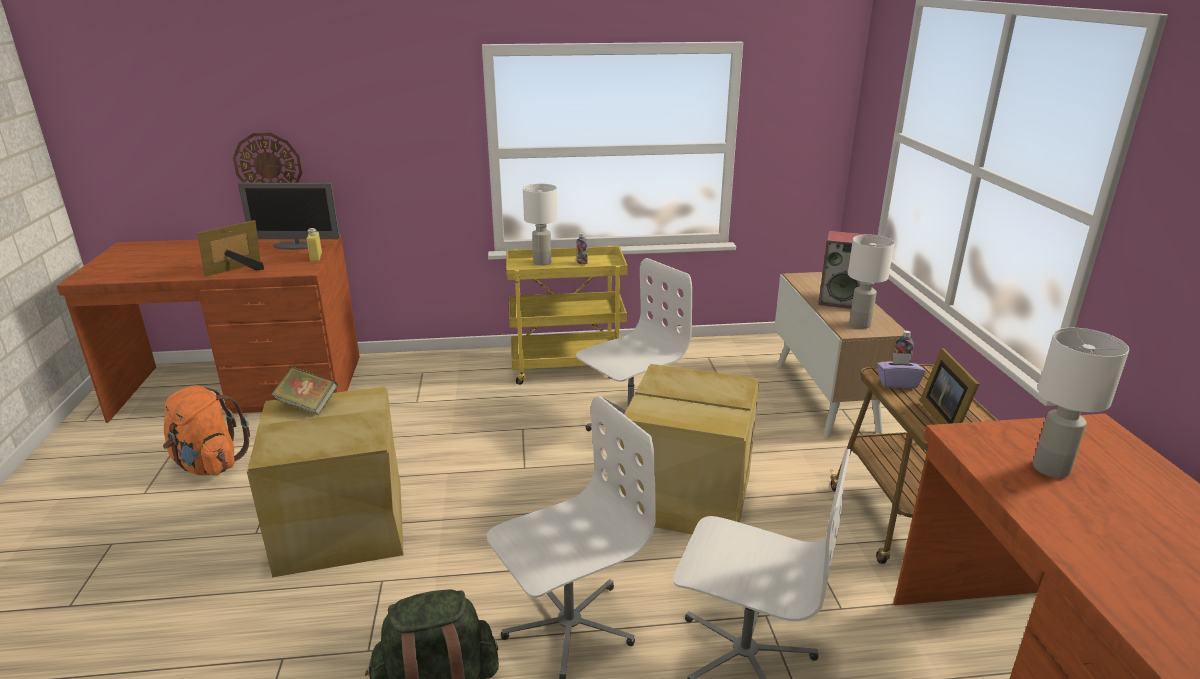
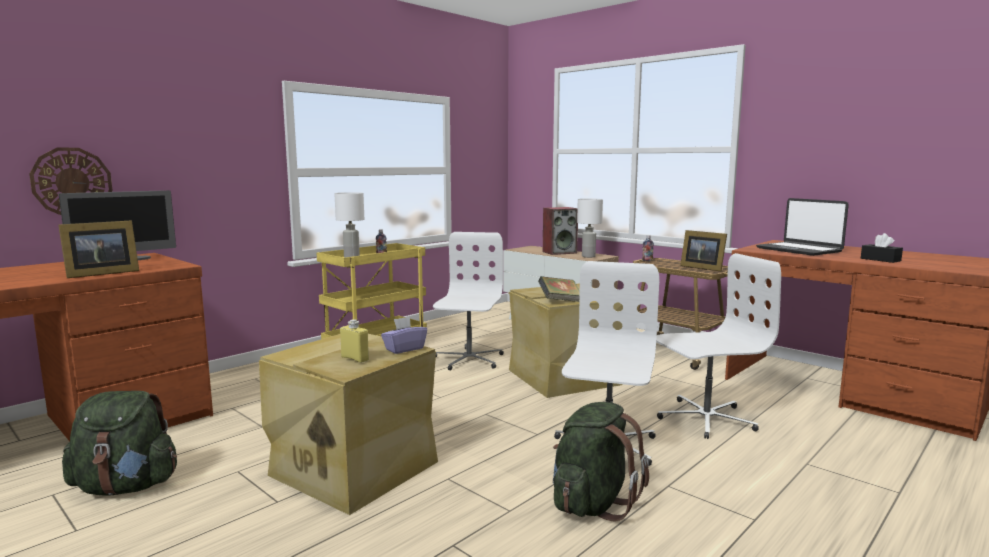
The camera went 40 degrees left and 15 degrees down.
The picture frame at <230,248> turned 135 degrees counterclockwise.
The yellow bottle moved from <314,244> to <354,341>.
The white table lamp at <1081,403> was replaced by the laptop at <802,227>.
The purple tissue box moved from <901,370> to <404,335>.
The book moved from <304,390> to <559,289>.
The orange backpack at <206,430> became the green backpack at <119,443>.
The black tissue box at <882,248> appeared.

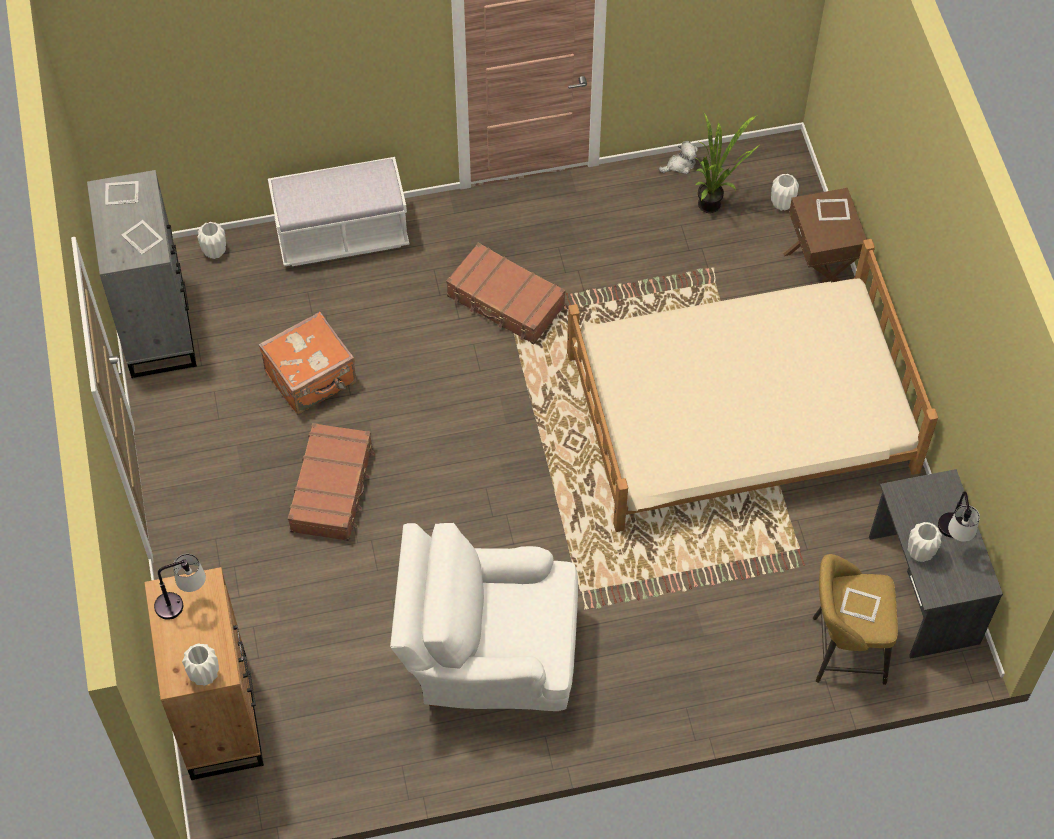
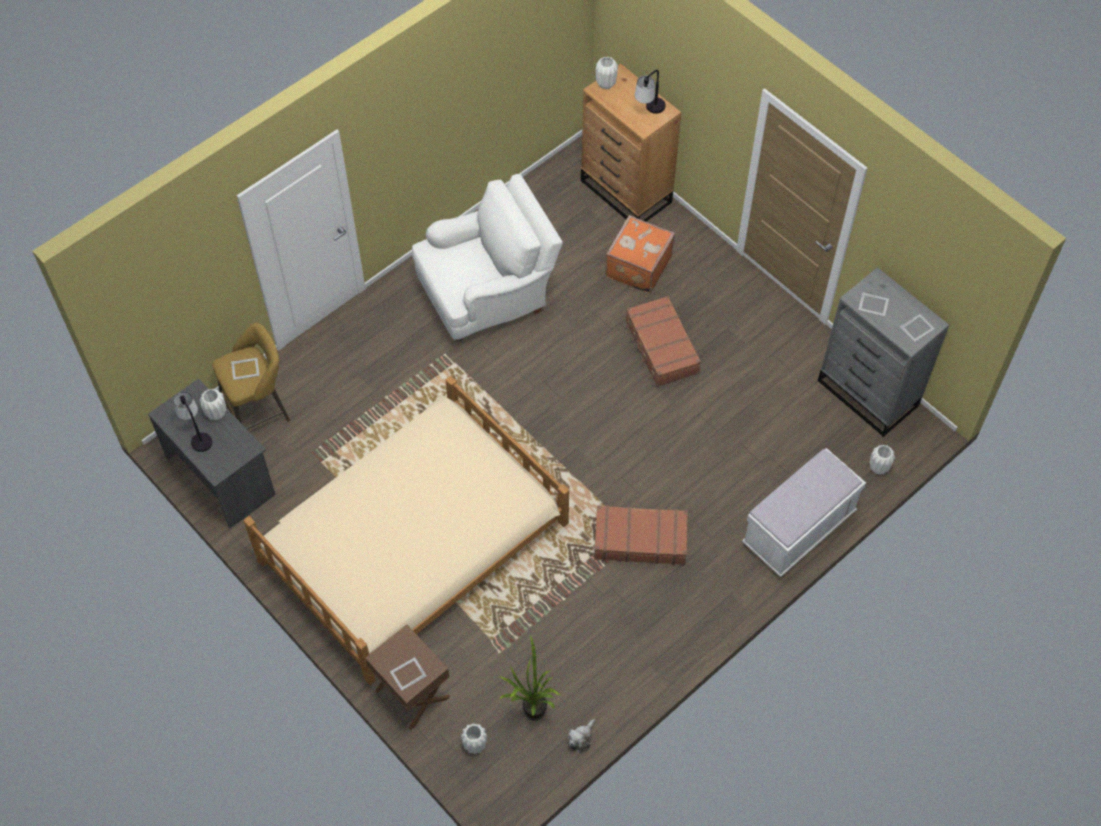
The camera went 150 degrees right and 0 degrees up.
The orange suitcase moved from <308,363> to <640,254>.

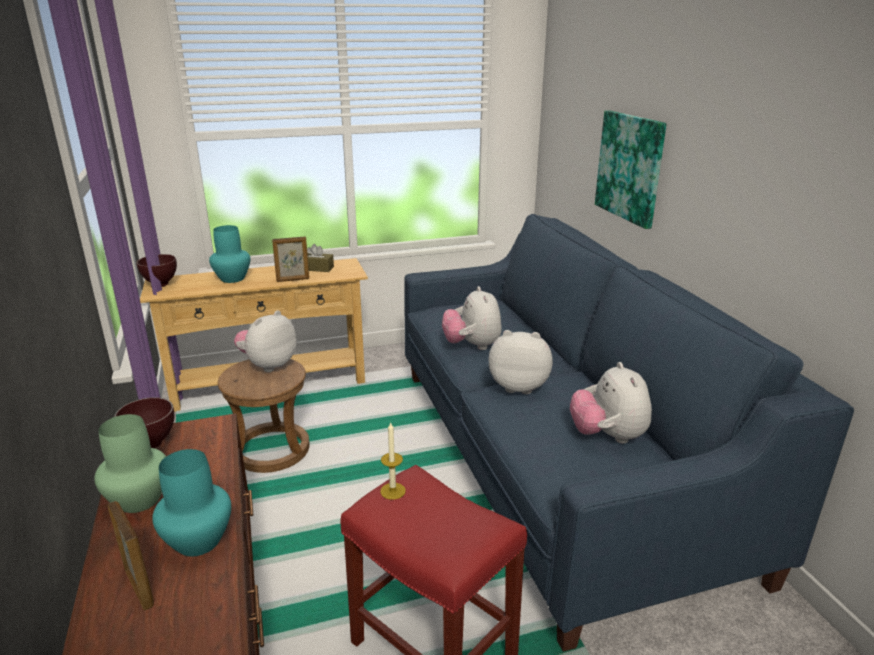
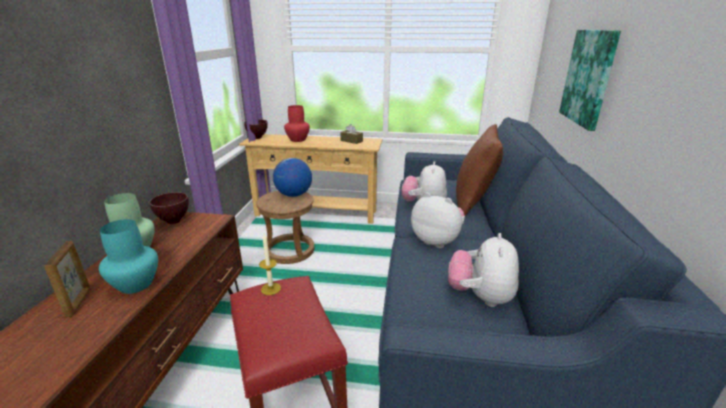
The camera went 25 degrees right and 0 degrees up.
The turquoise vase at <229,254> became the red vase at <297,123>.
The picture frame at <290,259> disappeared.
The plush toy at <265,341> was replaced by the globe at <292,177>.
The brown pillow at <479,170> appeared.

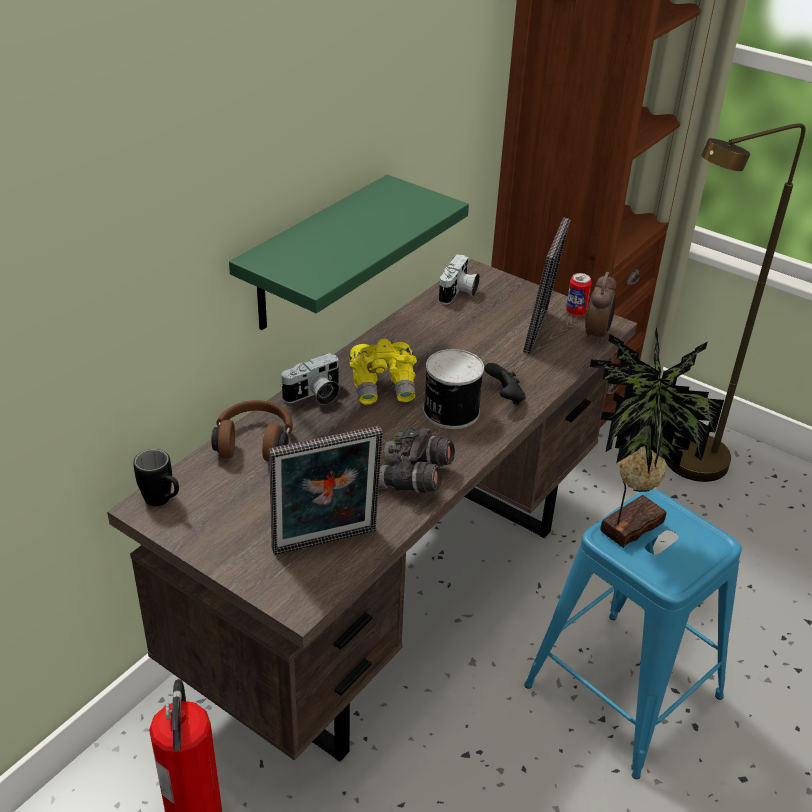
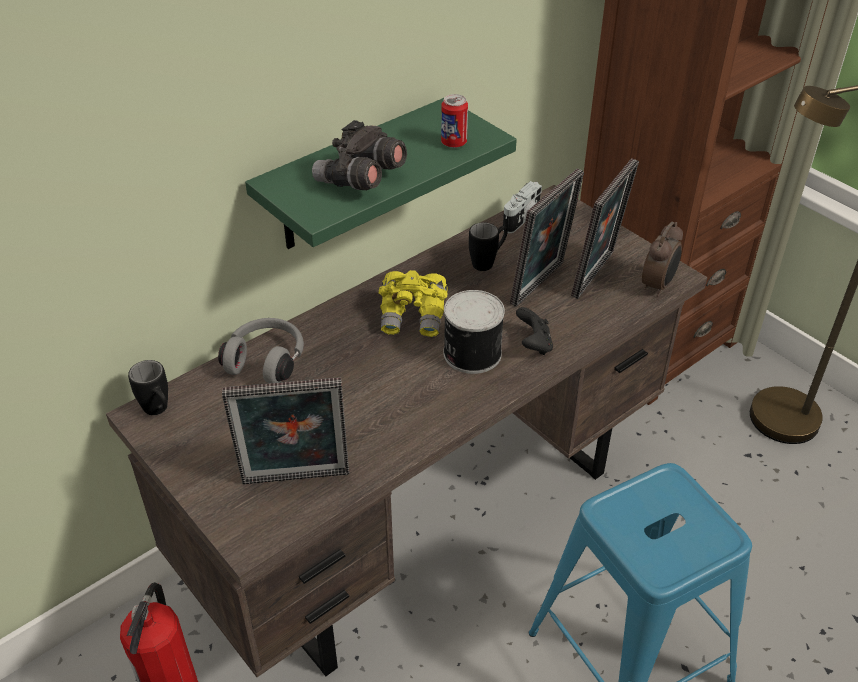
The camera went 15 degrees right and 5 degrees up.
The can moved from <579,294> to <454,121>.
The potted plant at <657,437> disappeared.
The photo camera at <310,379> disappeared.
The brown headphones at <252,430> became the grey headphones at <261,350>.
The grey binoculars moved from <417,459> to <359,155>.
The picture frame at <547,237> appeared.
The black mug at <488,246> appeared.

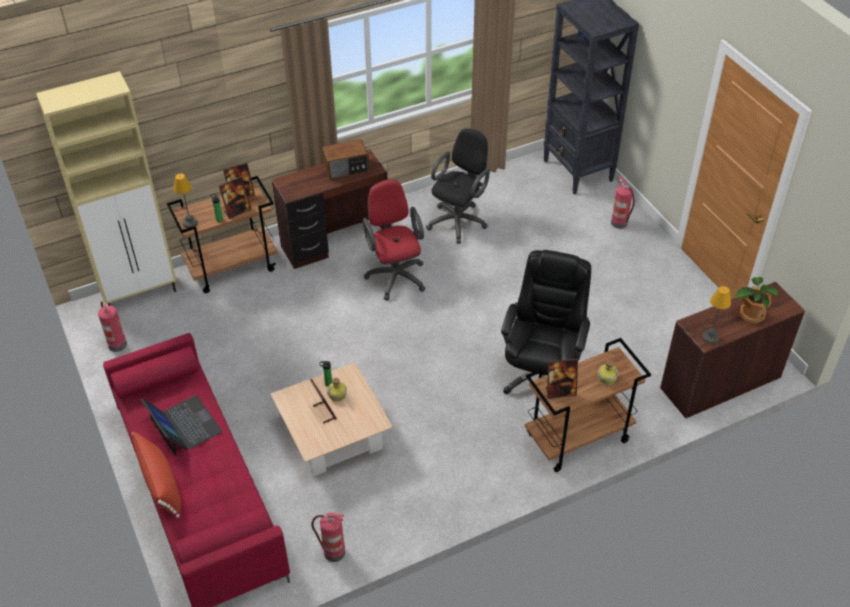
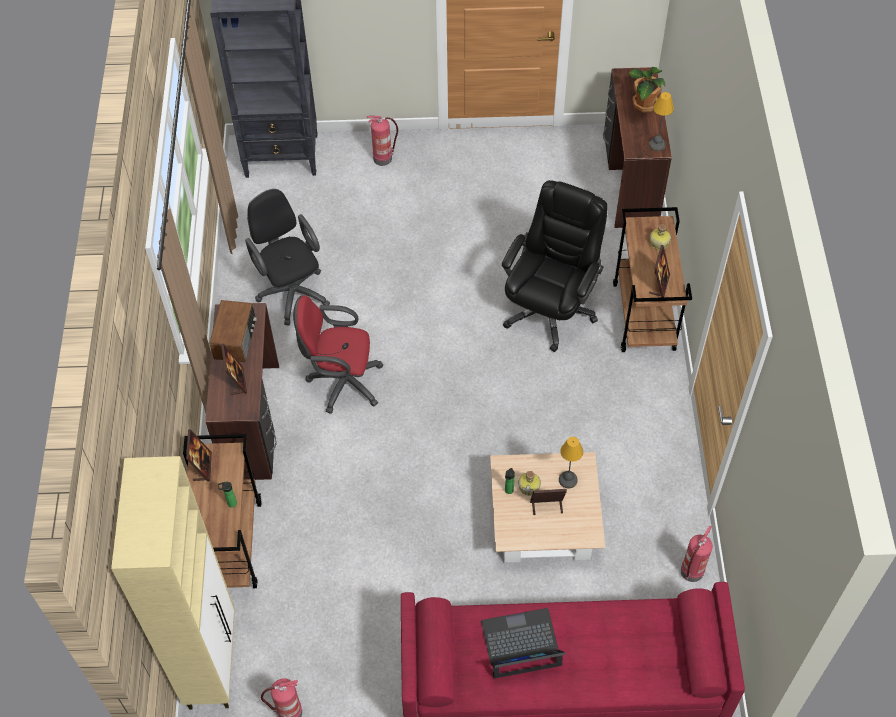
The camera went 65 degrees left and 10 degrees up.
The table lamp moved from <186,201> to <571,462>.
The picture frame moved from <235,197> to <234,369>.
The black office chair at <546,322> turned 75 degrees clockwise.
The red pillow at <156,475> disappeared.

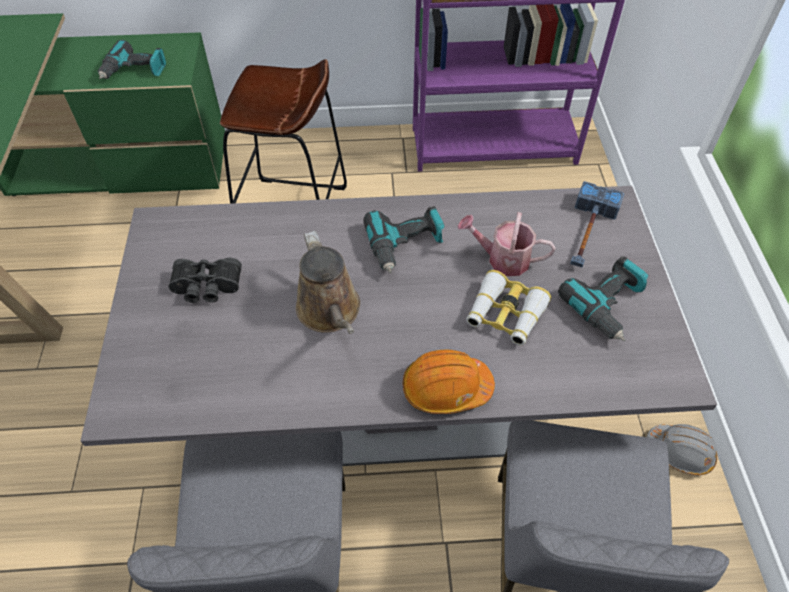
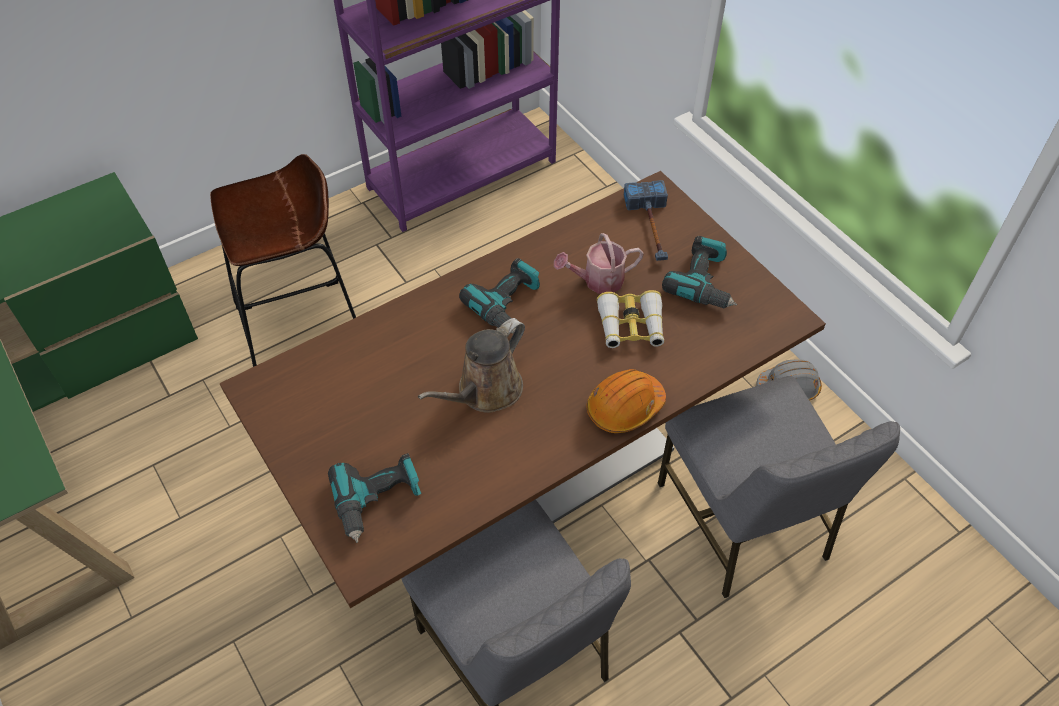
The camera went 30 degrees left and 0 degrees up.
The power drill moved from <132,59> to <375,498>.
The grey dining table at <399,326> became the brown dining table at <523,389>.
The brown watering can at <328,282> turned 90 degrees clockwise.
The black binoculars at <205,280> disappeared.

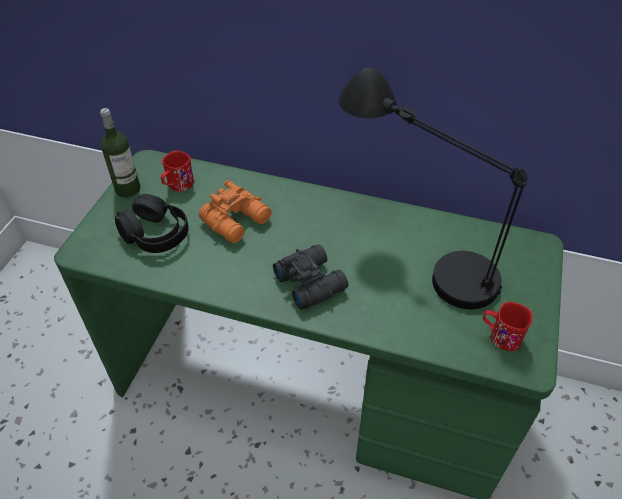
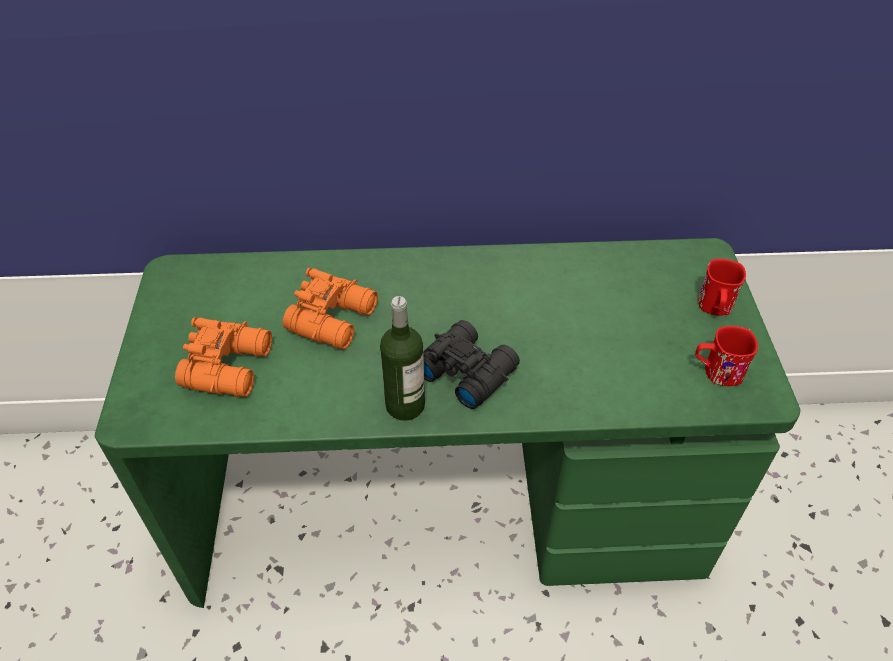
The camera went 20 degrees left and 0 degrees up.
The black table lamp at <433,188> disappeared.
The bottle moved from <120,153> to <402,358>.
The red mug moved from <177,171> to <722,287>.
The black headphones at <152,223> was replaced by the orange binoculars at <223,357>.

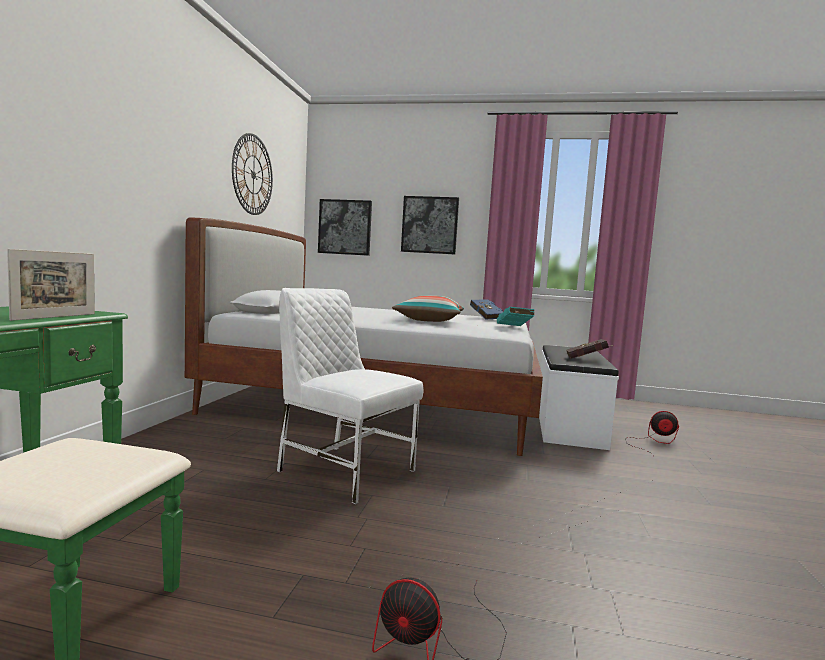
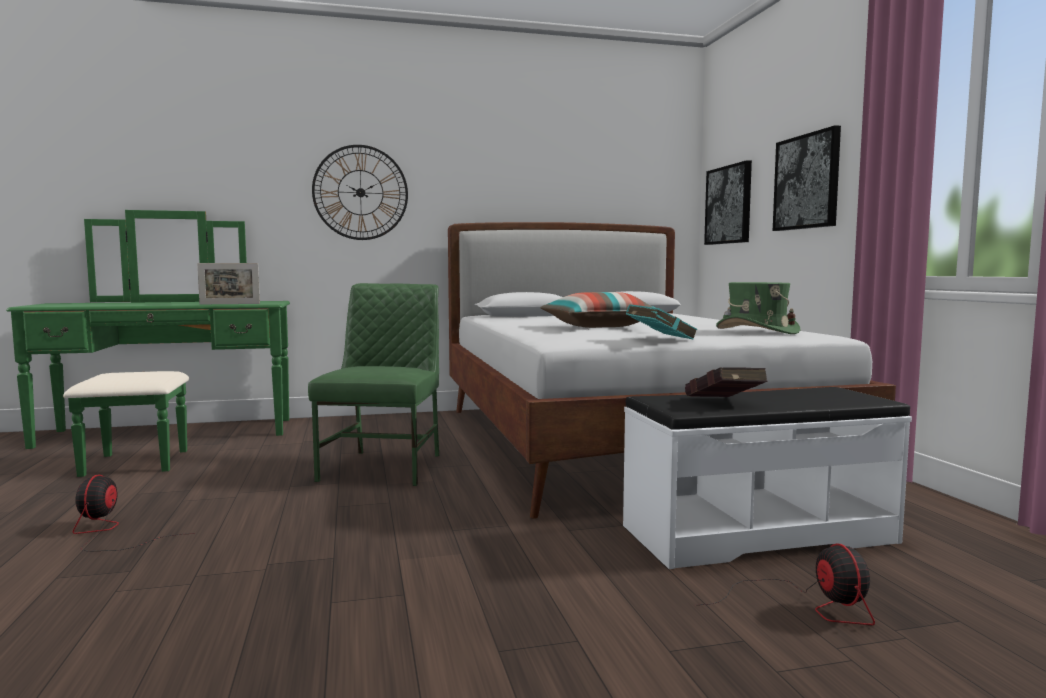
The camera went 65 degrees right and 0 degrees up.
The wall clock moved from <252,174> to <360,192>.
The white chair at <350,396> became the green chair at <373,384>.
The blue book at <486,309> was replaced by the green hat at <758,308>.

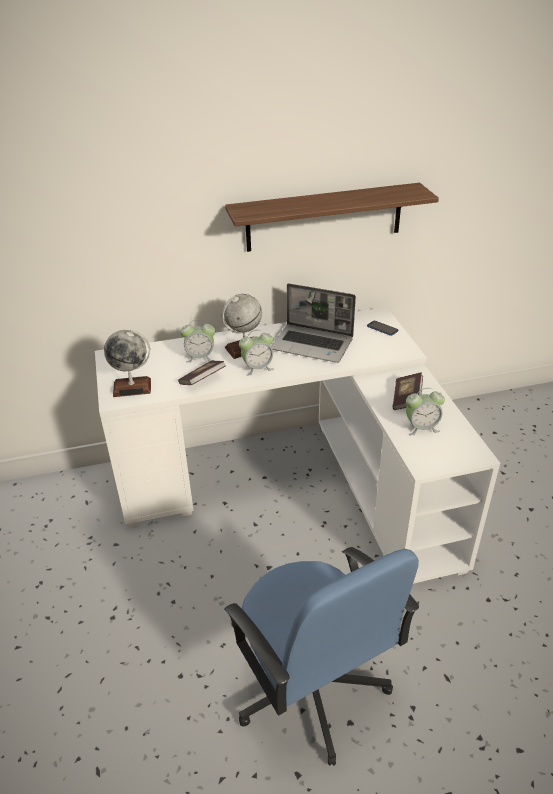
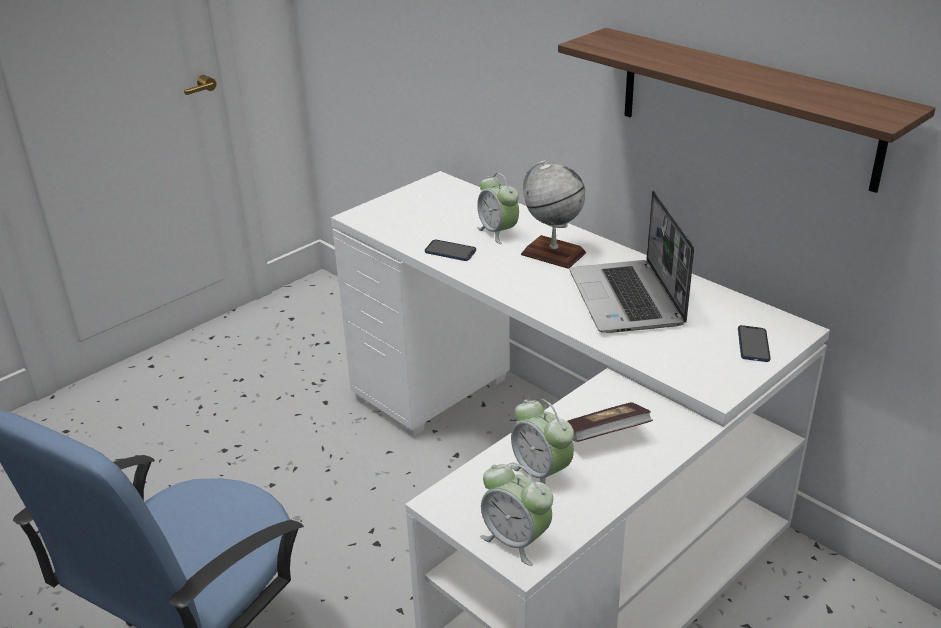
The camera went 60 degrees right and 5 degrees down.
The globe at <127,363> disappeared.
The alarm clock moved from <256,353> to <516,514>.
The book at <202,373> was replaced by the phone at <450,250>.

